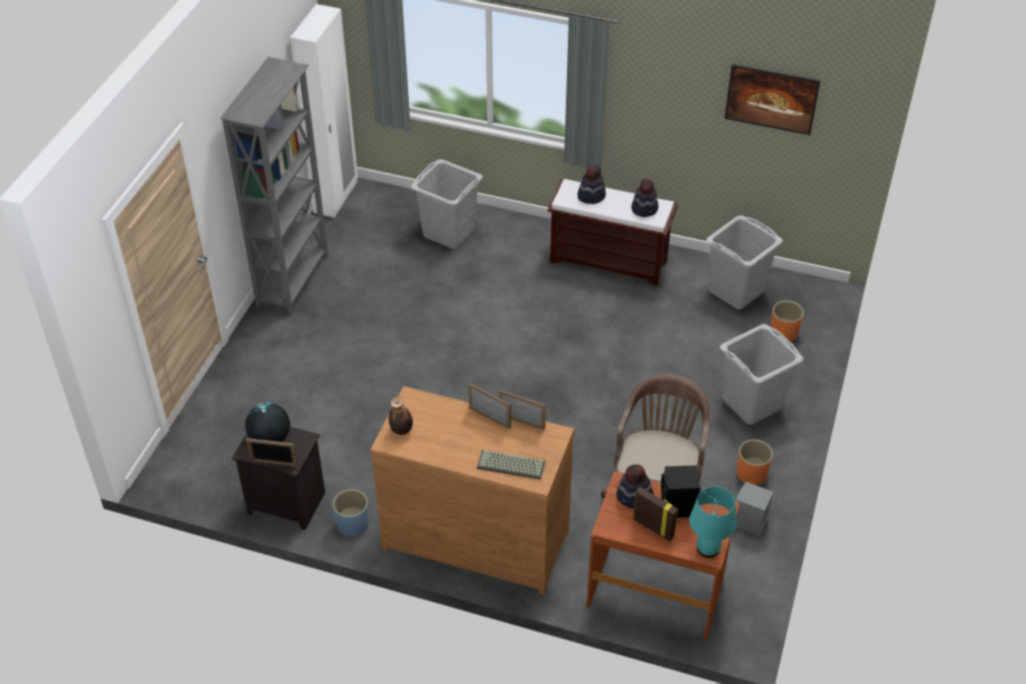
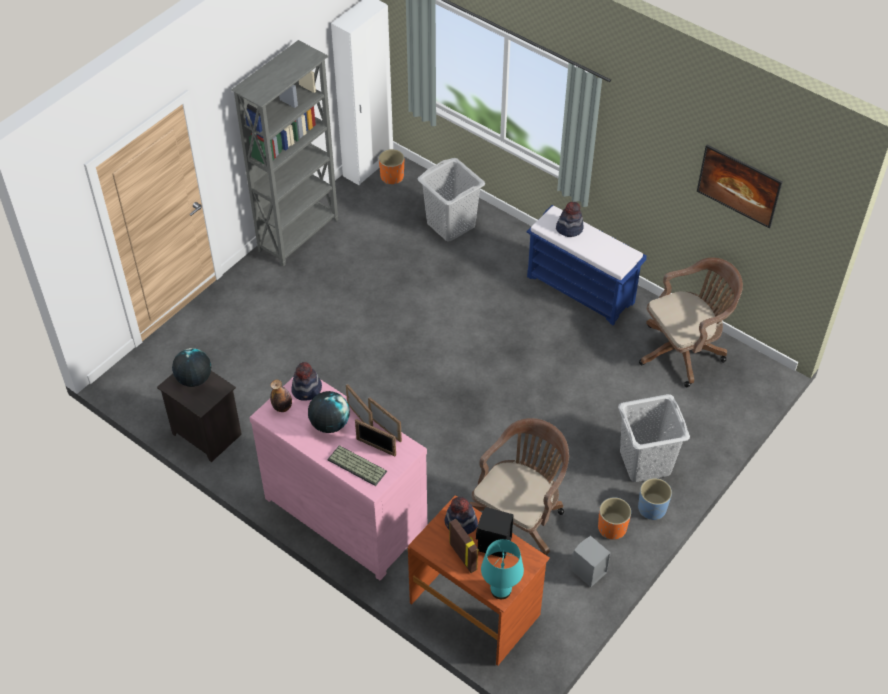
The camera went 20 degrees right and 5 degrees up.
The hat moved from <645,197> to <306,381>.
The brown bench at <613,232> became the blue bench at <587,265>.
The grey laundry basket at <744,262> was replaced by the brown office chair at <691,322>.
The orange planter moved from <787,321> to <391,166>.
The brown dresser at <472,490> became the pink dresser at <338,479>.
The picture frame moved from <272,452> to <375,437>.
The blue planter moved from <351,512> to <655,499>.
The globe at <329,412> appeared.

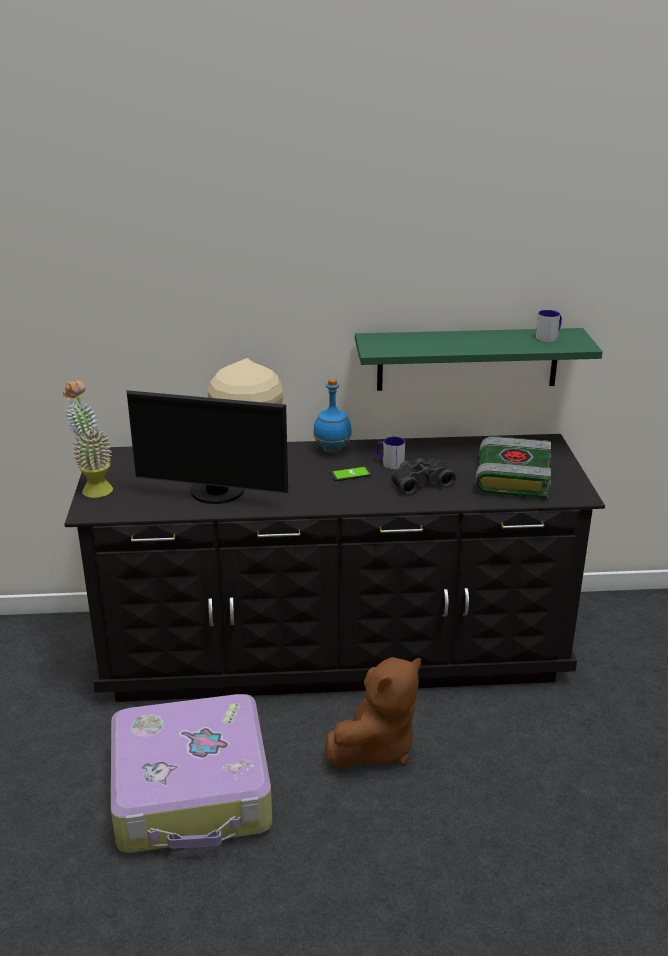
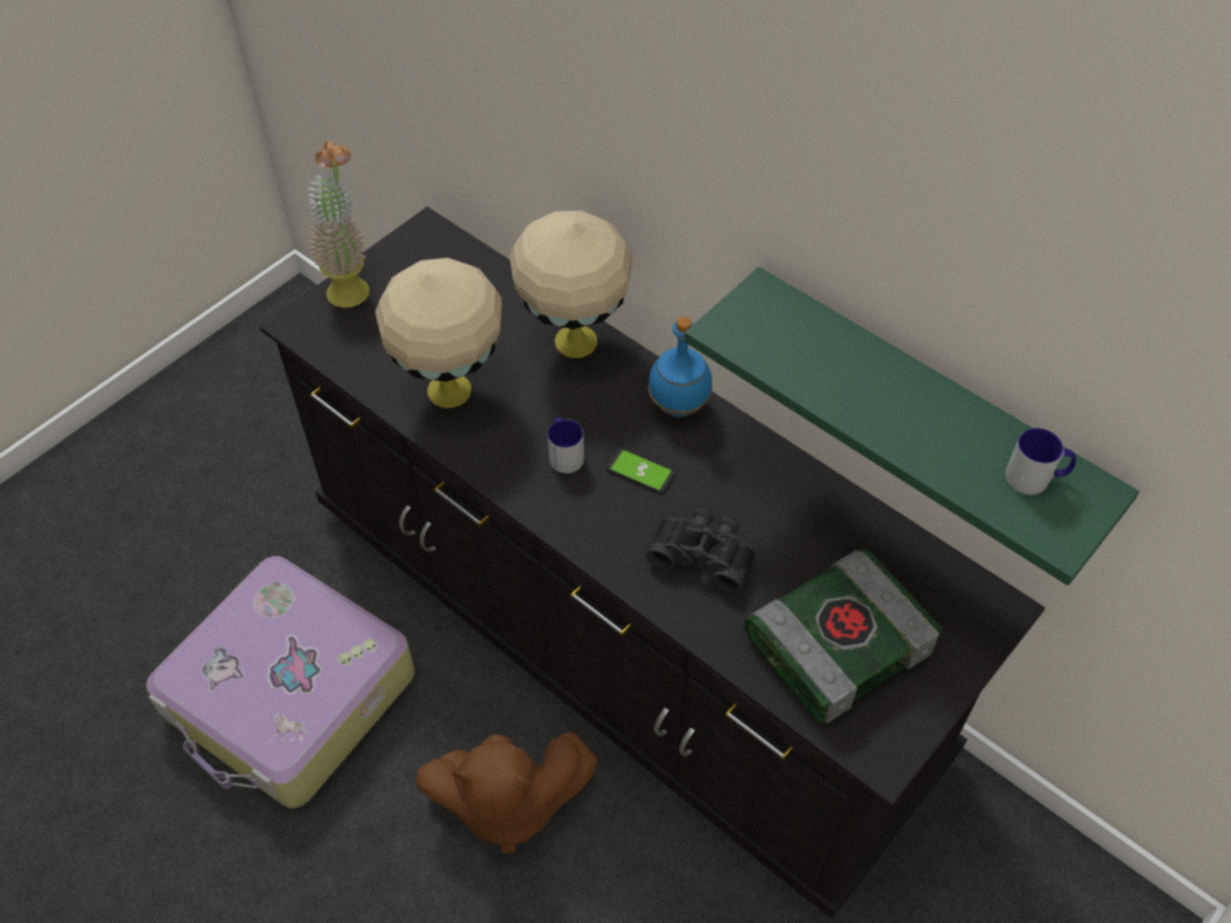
The camera went 45 degrees right and 25 degrees up.
The monitor at <207,447> was replaced by the beige table lamp at <438,333>.
The mug moved from <390,453> to <566,445>.

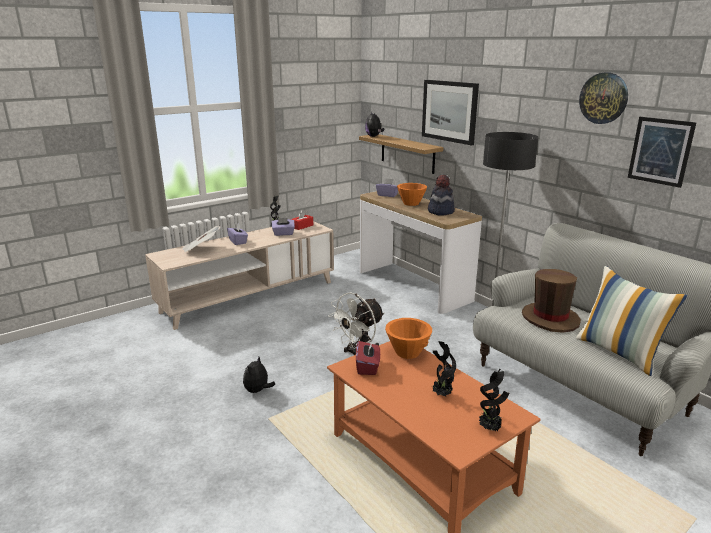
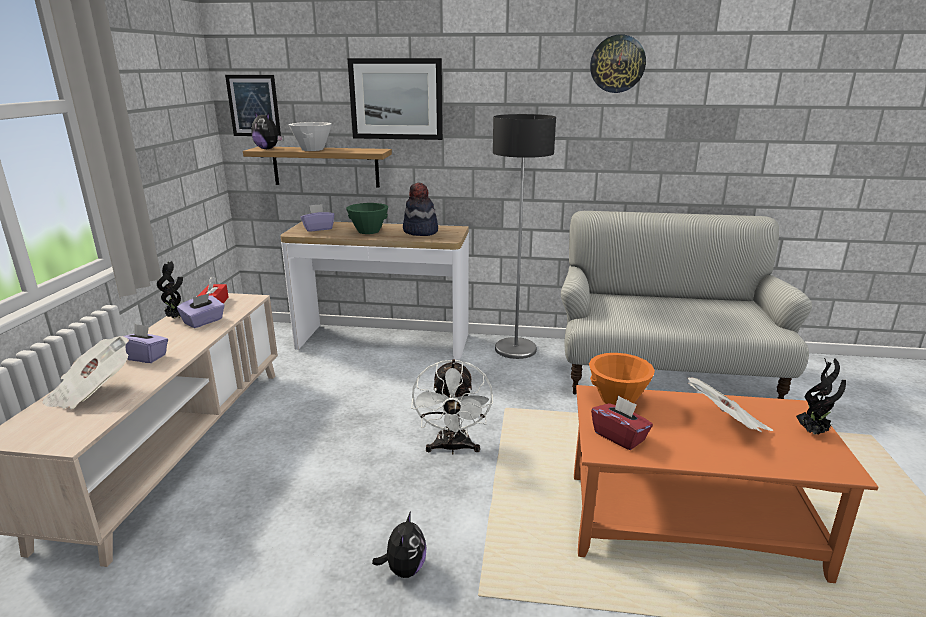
The camera went 45 degrees left and 0 degrees up.
The picture moved from <662,152> to <253,105>.
The orange bowl at <412,194> became the green bowl at <367,218>.
The pillow at <631,321> disappeared.
The brown hat at <551,301> disappeared.
The potted plant at <444,368> was replaced by the newspaper at <730,405>.
The plush toy at <259,375> turned 150 degrees counterclockwise.
The white bowl at <310,136> appeared.

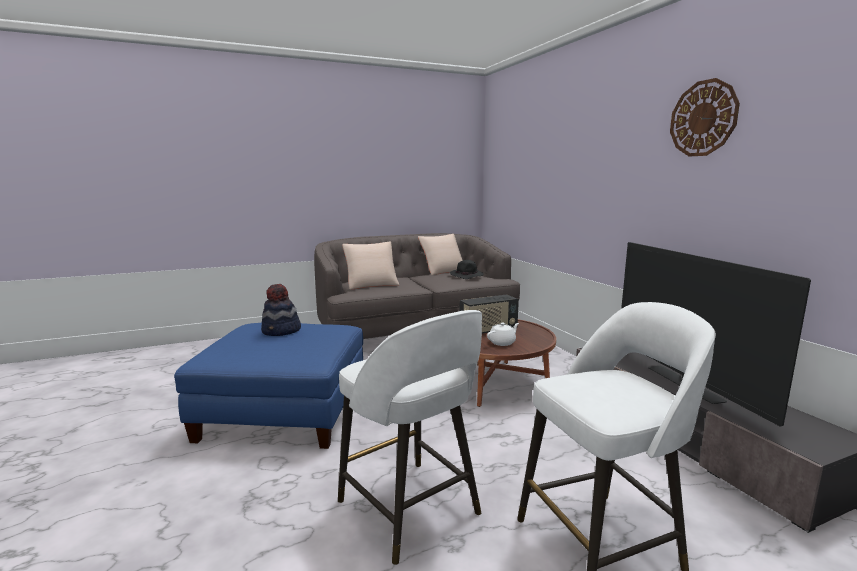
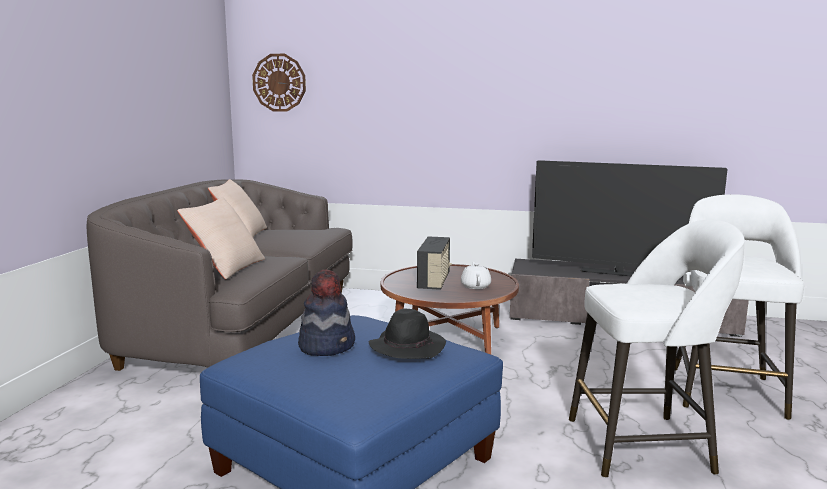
The camera went 55 degrees left and 0 degrees up.
The wall clock moved from <705,117> to <279,83>.
The black hat moved from <467,269> to <407,334>.

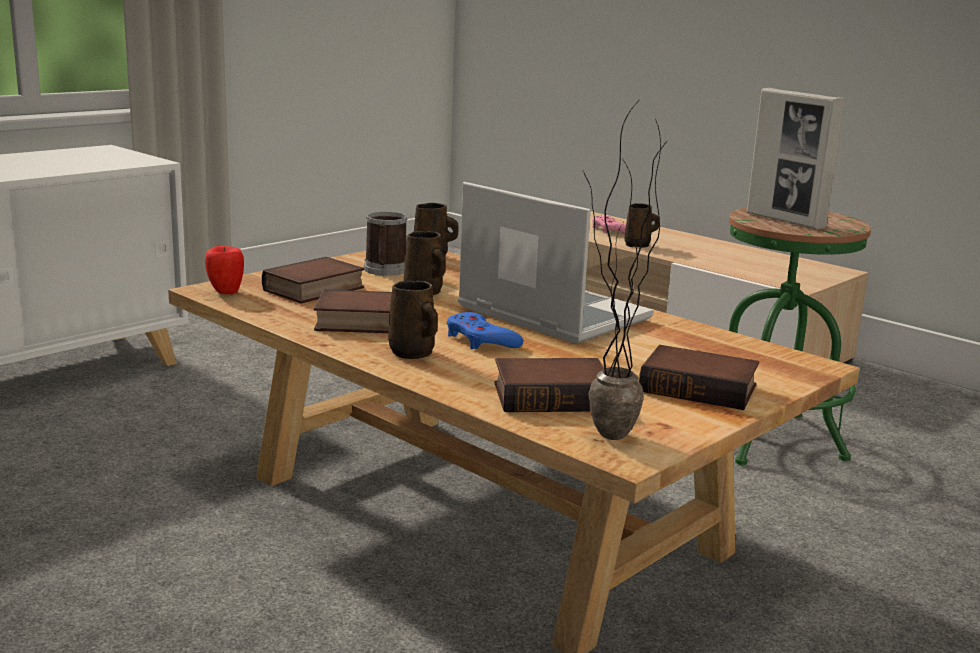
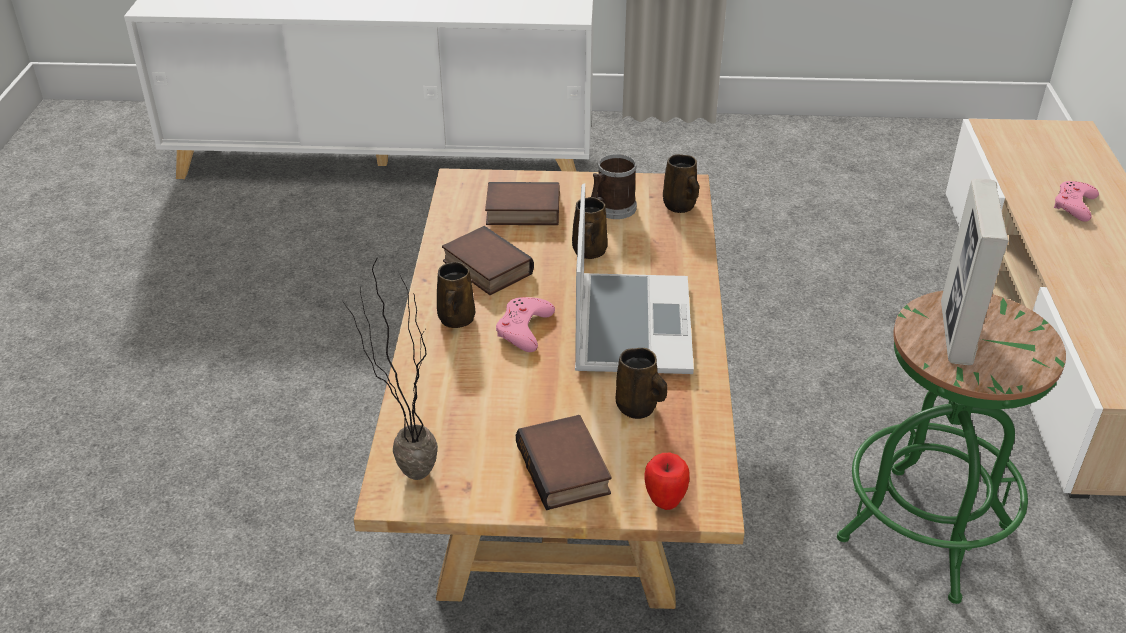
The camera went 50 degrees right and 20 degrees up.
The brown mug moved from <641,225> to <641,383>.
The apple moved from <224,270> to <667,481>.
The blue game controller at <485,330> became the pink game controller at <525,324>.
The book at <549,385> disappeared.

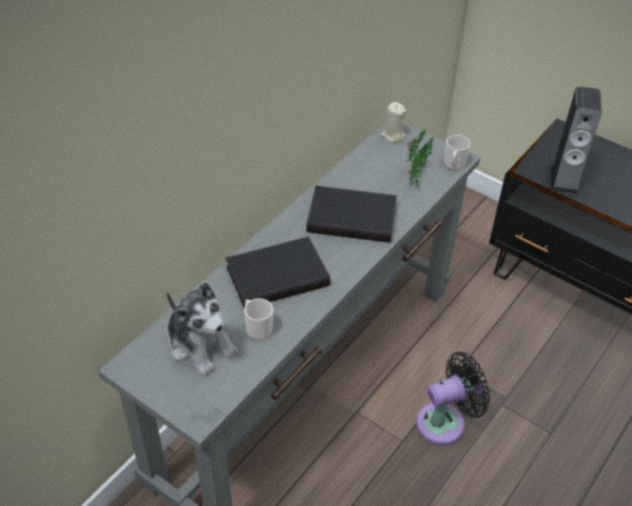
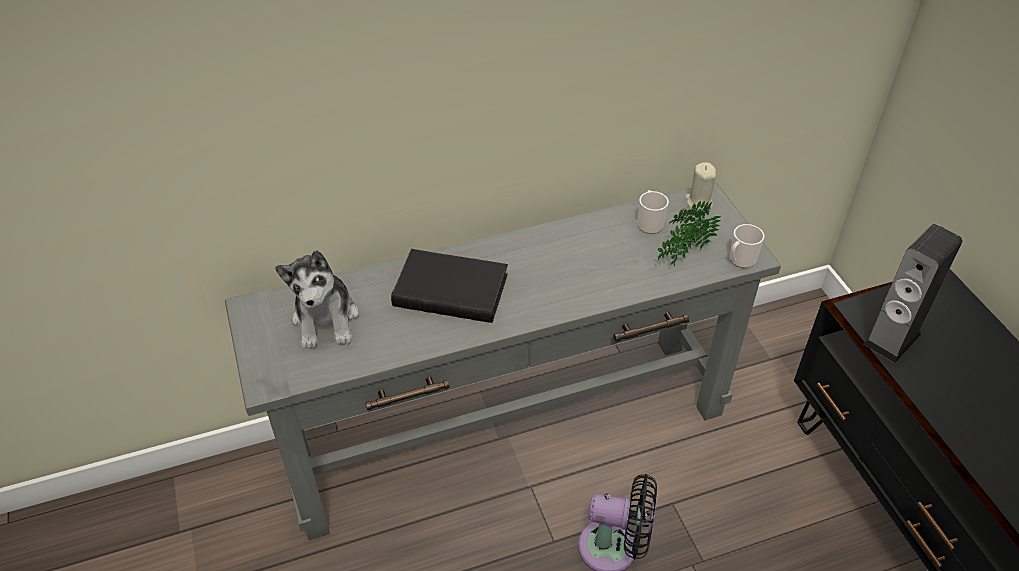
The camera went 35 degrees right and 0 degrees up.
The black book at <351,214> disappeared.
The mug moved from <258,319> to <653,212>.

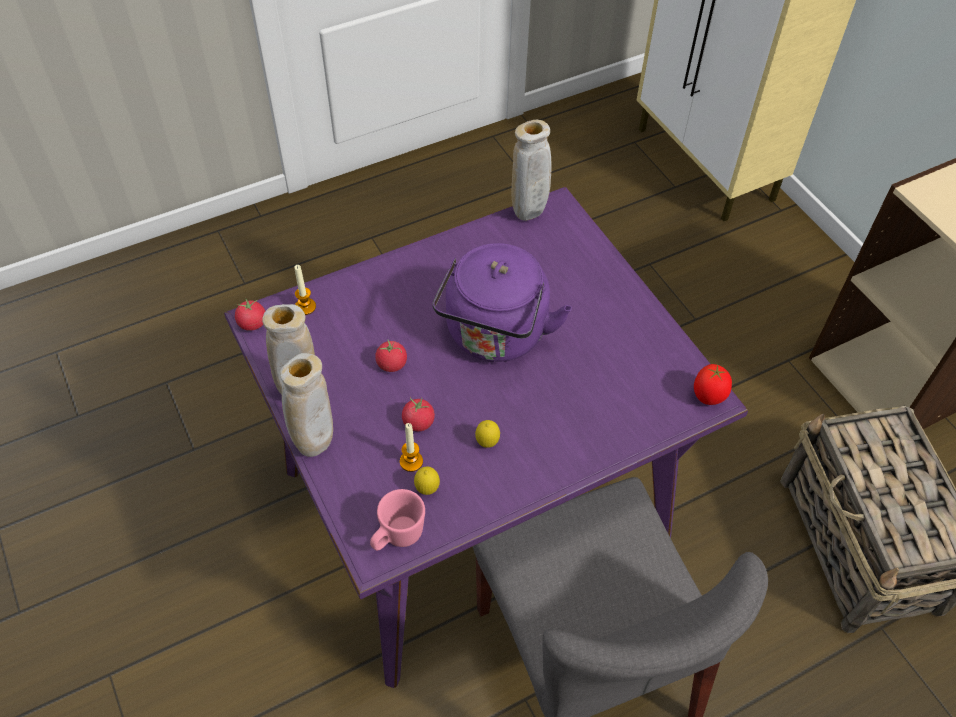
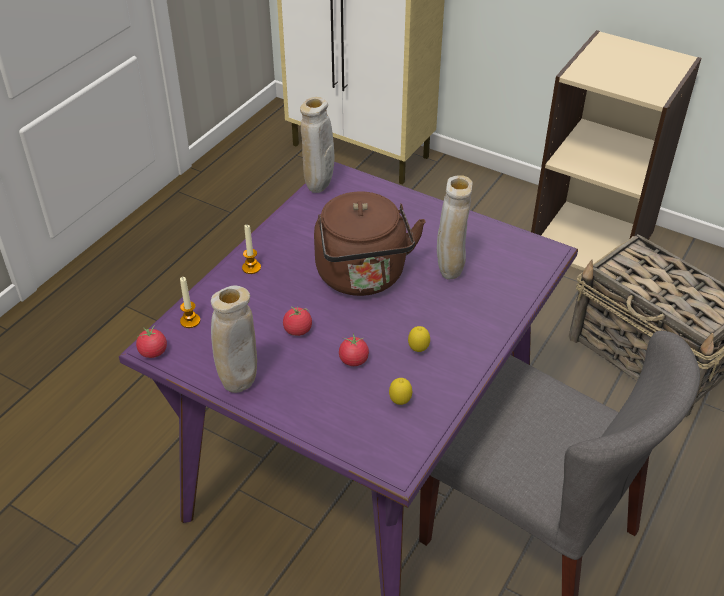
The camera went 30 degrees left and 10 degrees down.
The purple kettle at <502,302> became the brown kettle at <370,244>.
The beige vase moved from <306,405> to <455,227>.
The tomato at <713,384> disappeared.
The candle moved from <411,447> to <251,249>.
The pink mug at <397,520> disappeared.

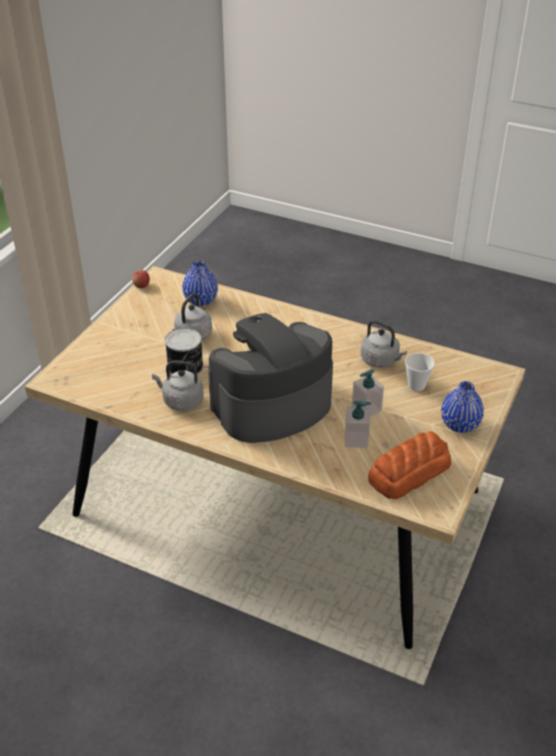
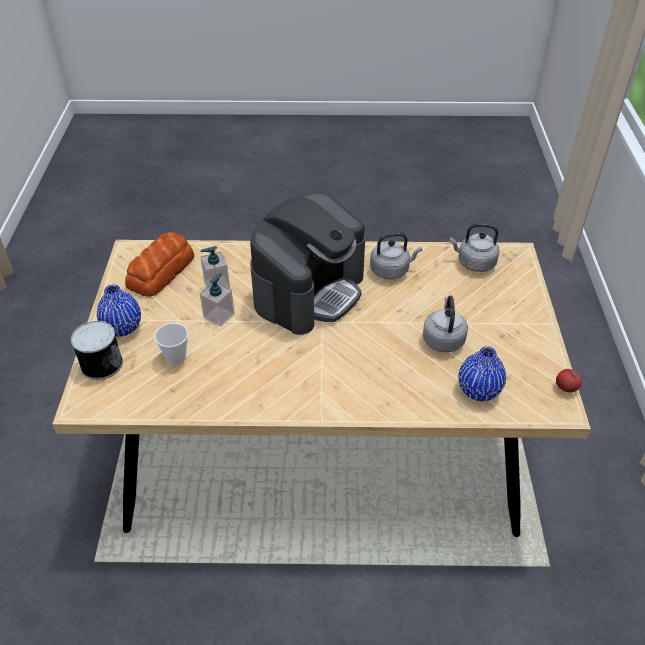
The camera went 155 degrees right and 5 degrees up.
The grey kettle moved from <384,344> to <475,247>.
The can moved from <184,351> to <97,350>.

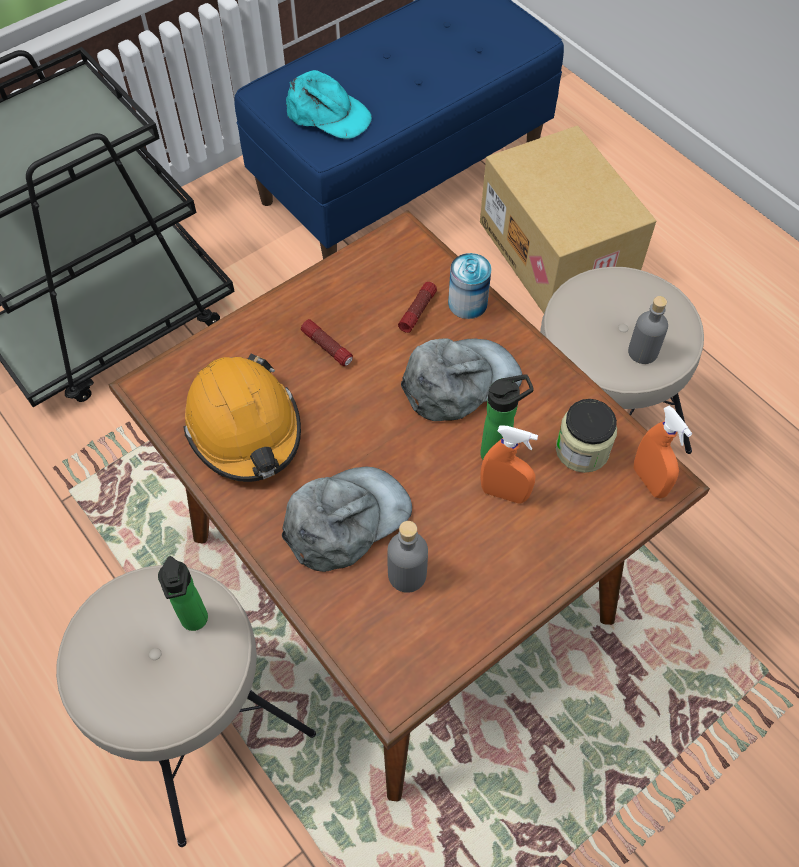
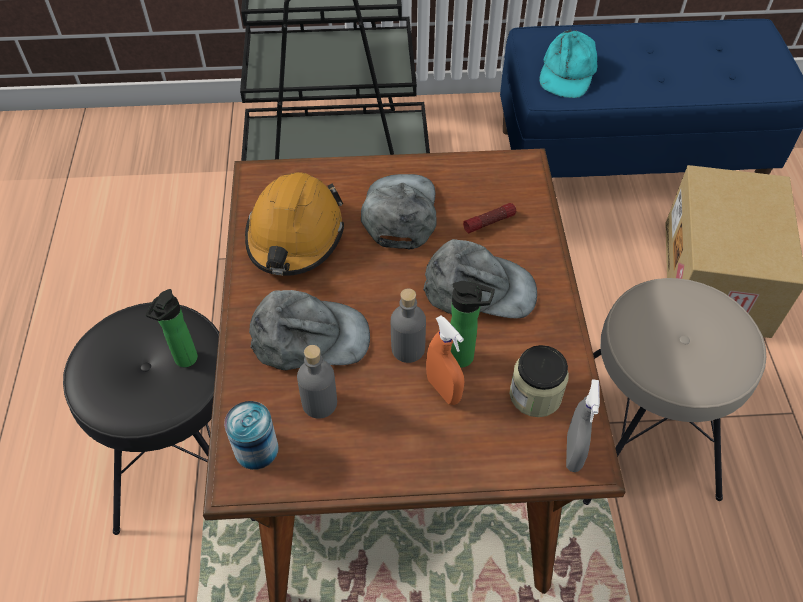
The camera went 35 degrees right and 5 degrees down.
The turquoise cap at <329,104> turned 45 degrees clockwise.
The can moved from <470,286> to <251,435>.
The grey bottle moved from <648,330> to <408,325>.
The flashlight at <327,342> was replaced by the grey cap at <399,211>.
The orange spray bottle at <663,452> became the grey spray bottle at <583,425>.
The beige stool at <186,706> became the black stool at <159,418>.

